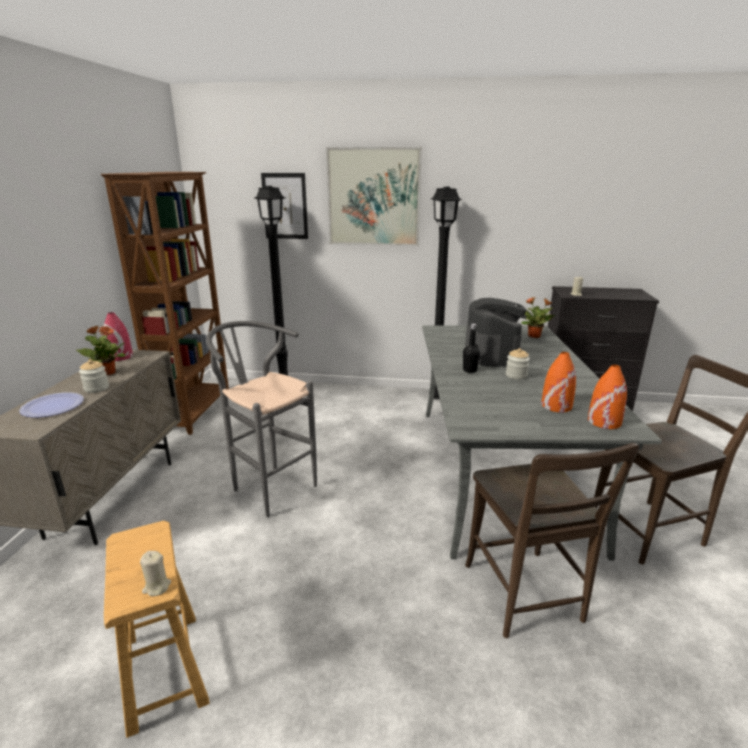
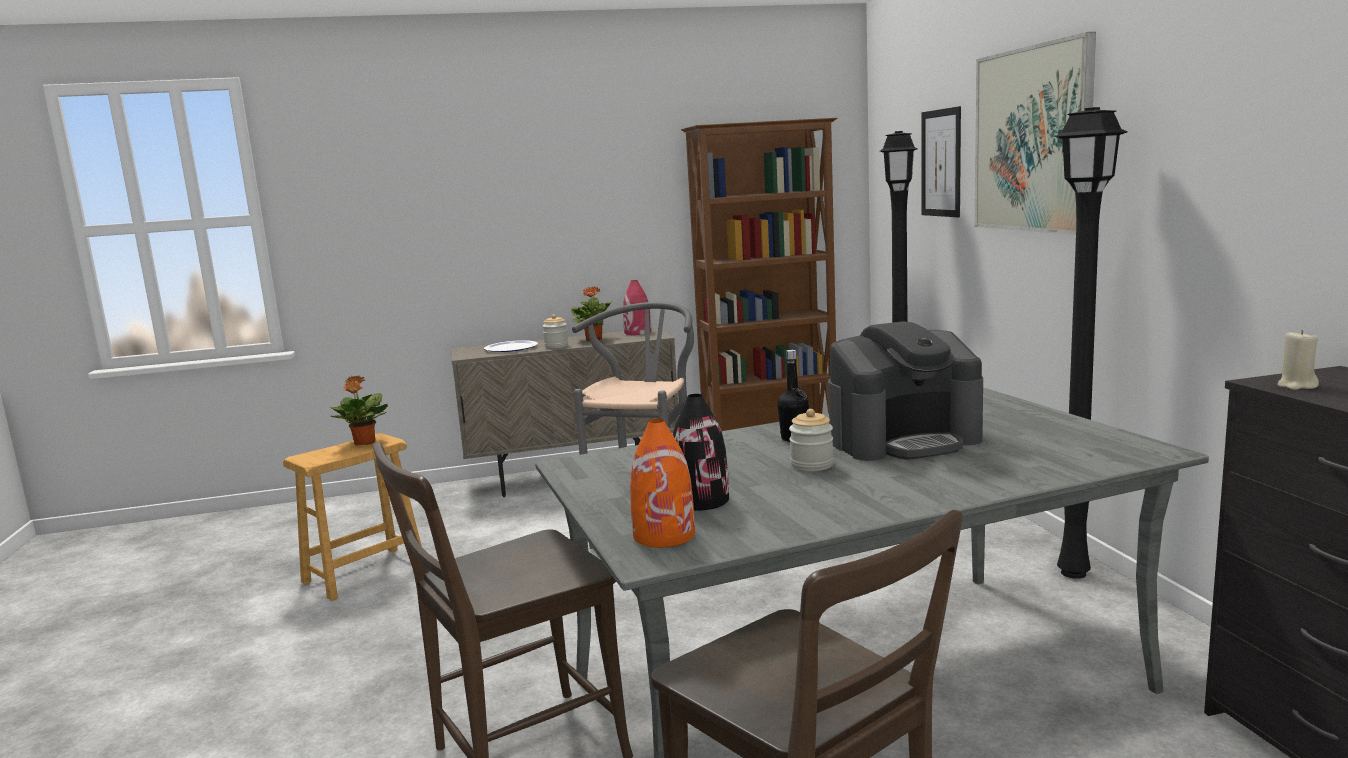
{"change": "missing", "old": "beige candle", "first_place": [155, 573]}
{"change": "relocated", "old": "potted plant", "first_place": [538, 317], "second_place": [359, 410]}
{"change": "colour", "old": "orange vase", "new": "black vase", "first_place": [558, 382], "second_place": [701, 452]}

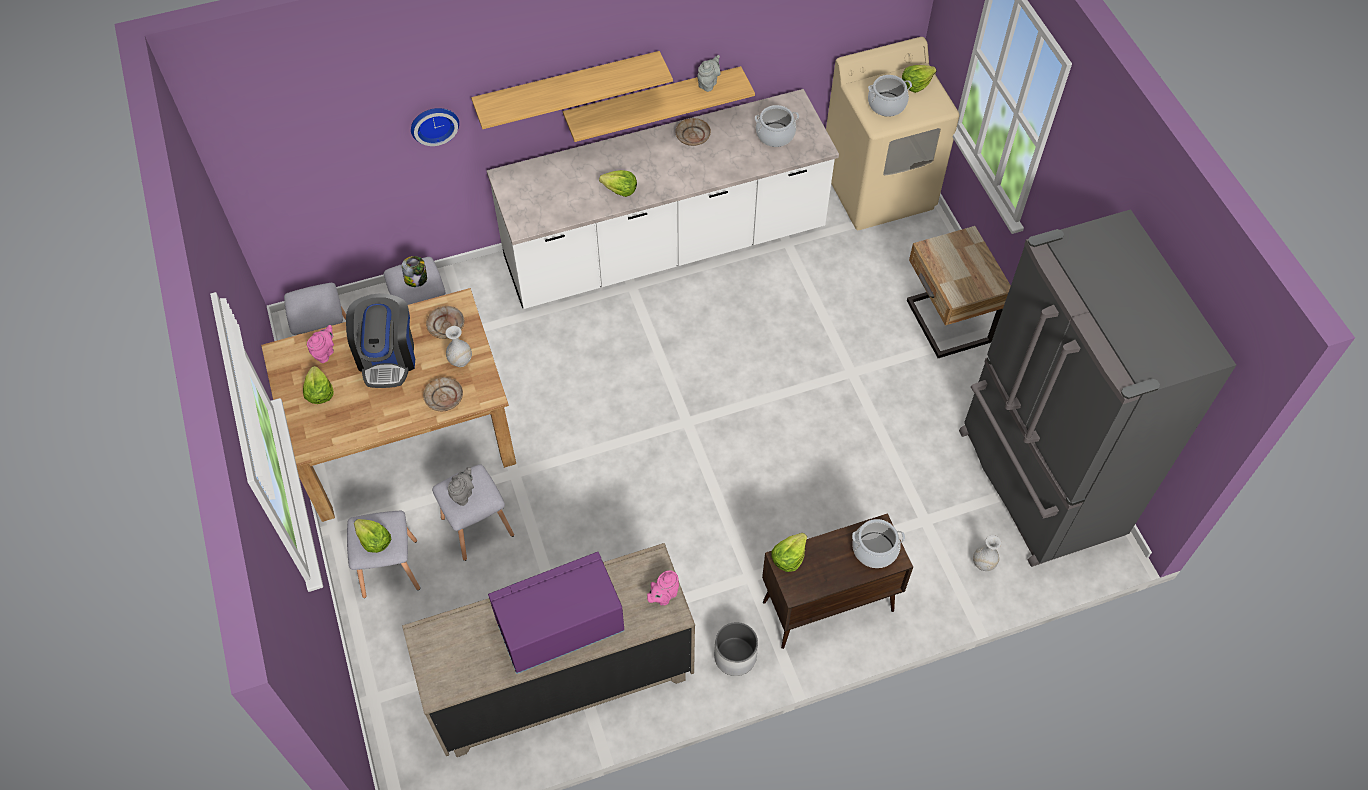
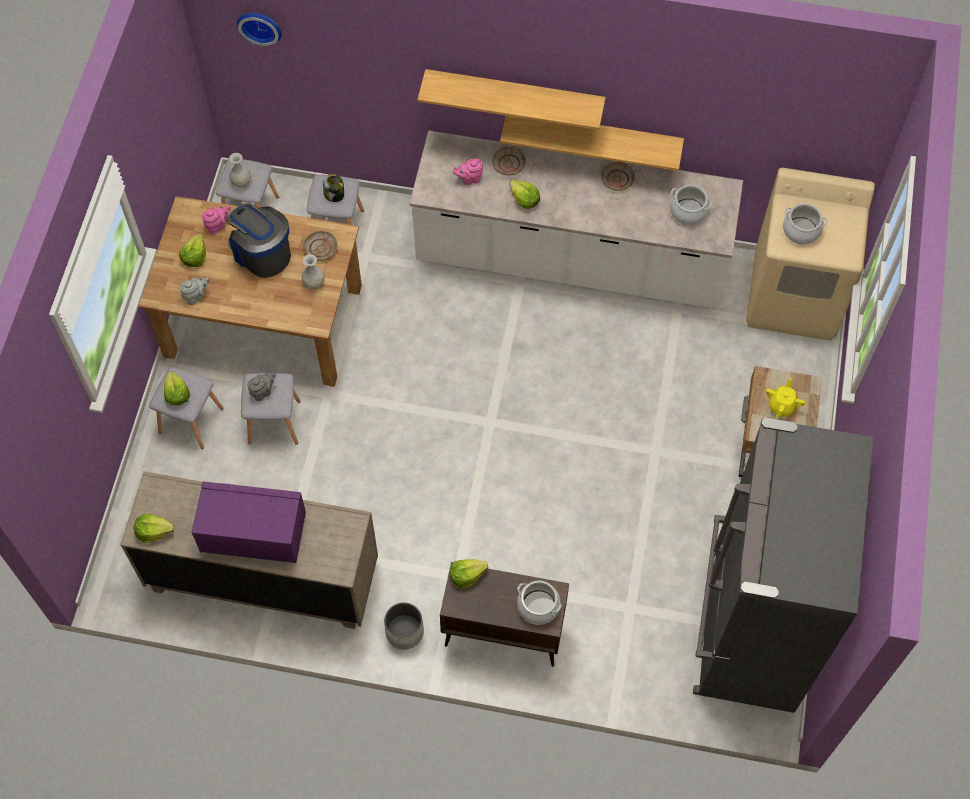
{"change": "spun", "old": "coffee machine", "first_place": [380, 340], "second_place": [258, 240], "degrees": 105}
{"change": "relocated", "old": "wall clock", "first_place": [435, 127], "second_place": [259, 29]}
{"change": "relocated", "old": "beige plate", "first_place": [443, 394], "second_place": [509, 161]}
{"change": "relocated", "old": "pink teapot", "first_place": [663, 588], "second_place": [468, 172]}
{"change": "relocated", "old": "grey teapot", "first_place": [709, 73], "second_place": [195, 291]}
{"change": "relocated", "old": "lettuce", "first_place": [919, 79], "second_place": [154, 528]}
{"change": "relocated", "old": "white vase", "first_place": [987, 553], "second_place": [240, 170]}
{"change": "appeared", "new": "yellow teapot", "second_place": [785, 398]}

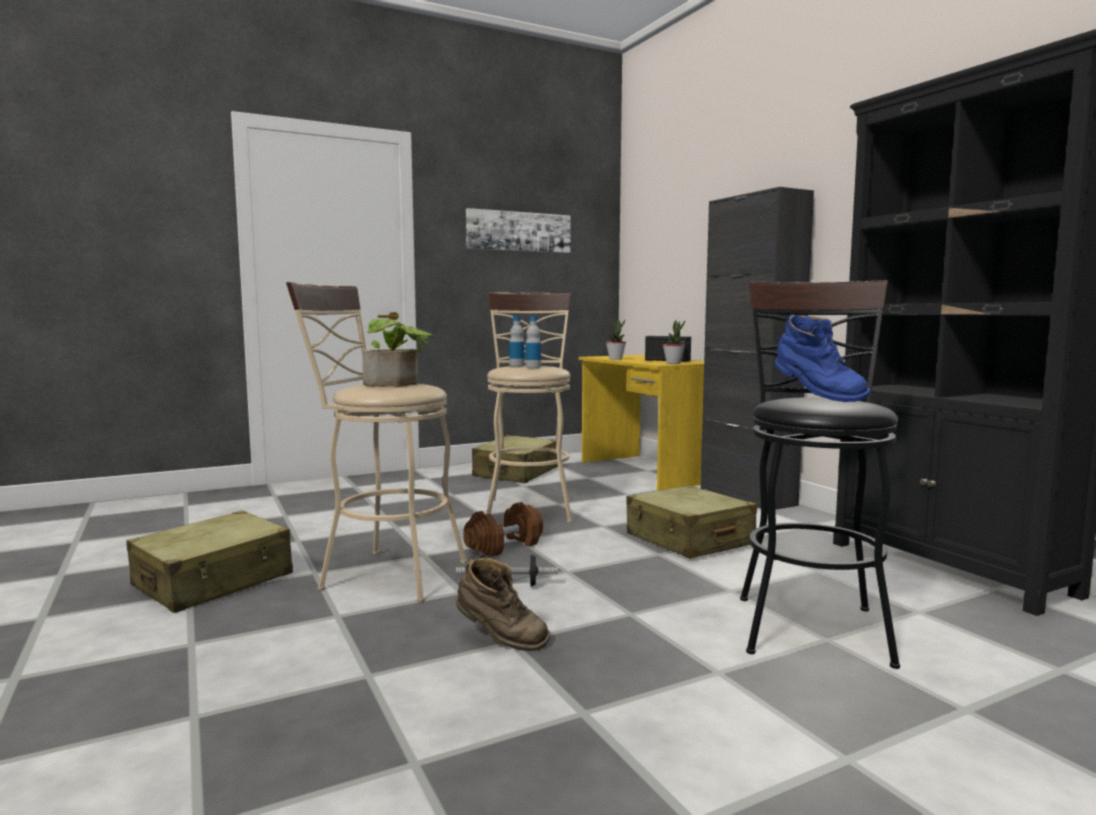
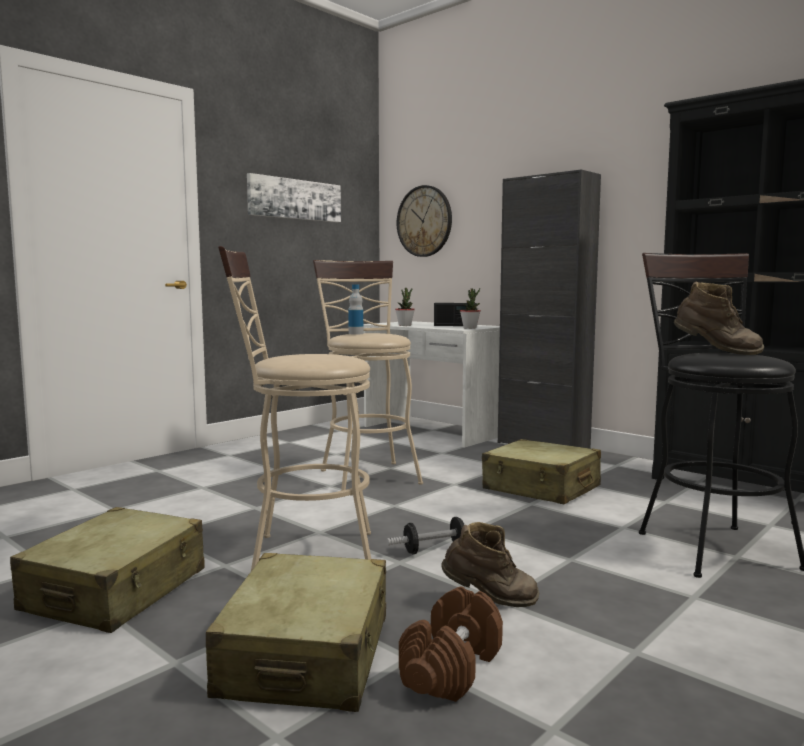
{"change": "missing", "old": "potted plant", "first_place": [398, 353]}
{"change": "relocated", "old": "brown dumbbell", "first_place": [503, 529], "second_place": [451, 644]}
{"change": "relocated", "old": "beige suitcase", "first_place": [515, 459], "second_place": [296, 632]}
{"change": "missing", "old": "bottle", "first_place": [533, 342]}
{"change": "colour", "old": "yellow desk", "new": "white desk", "first_place": [641, 423], "second_place": [431, 384]}
{"change": "colour", "old": "blue boot", "new": "brown boot", "first_place": [822, 358], "second_place": [719, 318]}
{"change": "appeared", "new": "wall clock", "second_place": [424, 221]}

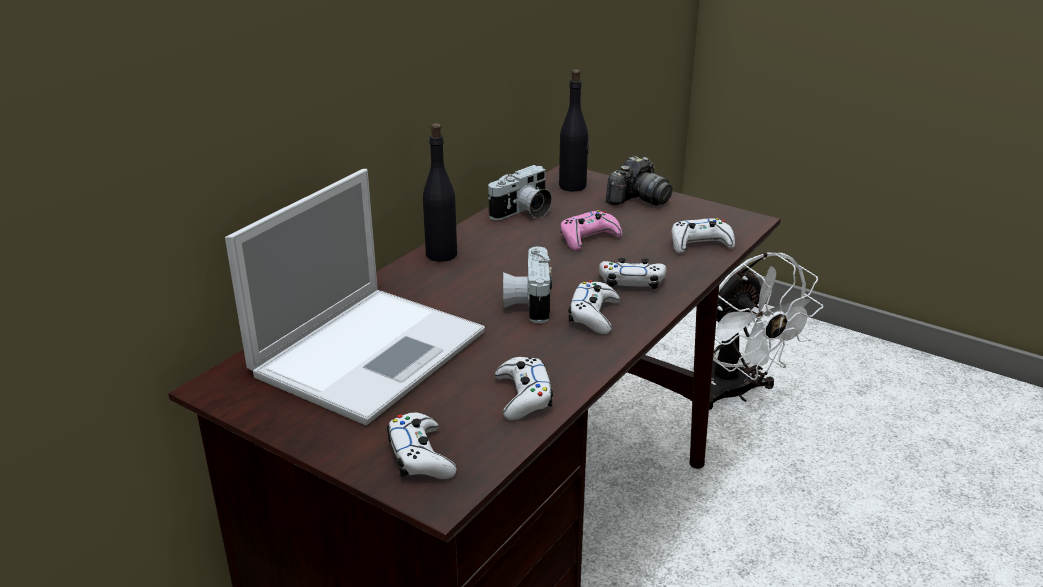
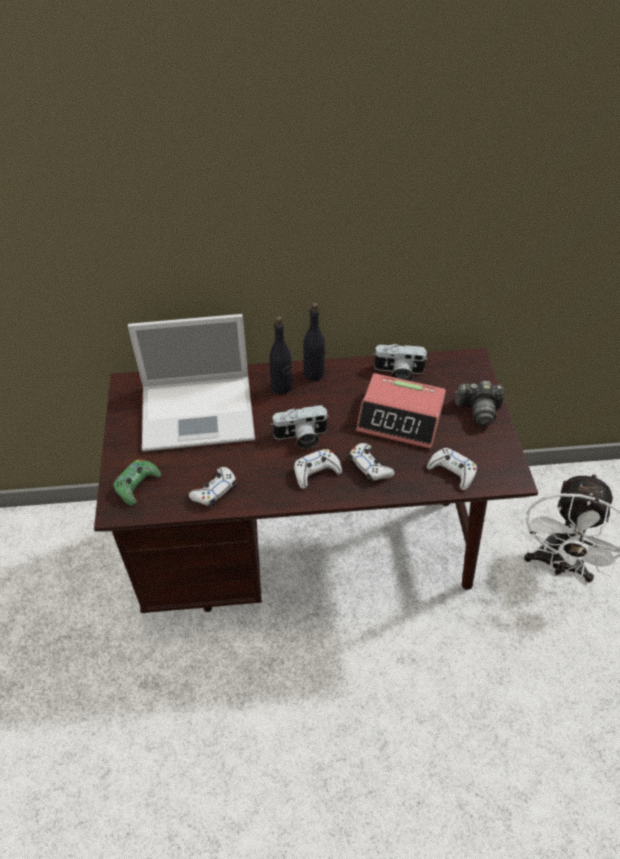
{"change": "colour", "old": "white game controller", "new": "green game controller", "first_place": [422, 445], "second_place": [137, 482]}
{"change": "spun", "old": "photo camera", "first_place": [527, 285], "second_place": [300, 427], "degrees": -150}
{"change": "relocated", "old": "black bottle", "first_place": [574, 130], "second_place": [280, 355]}
{"change": "exchanged", "old": "pink game controller", "new": "alarm clock", "first_place": [591, 230], "second_place": [401, 411]}

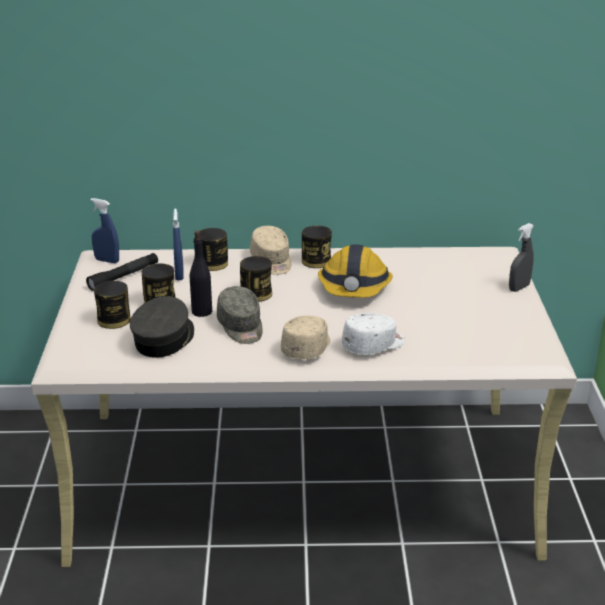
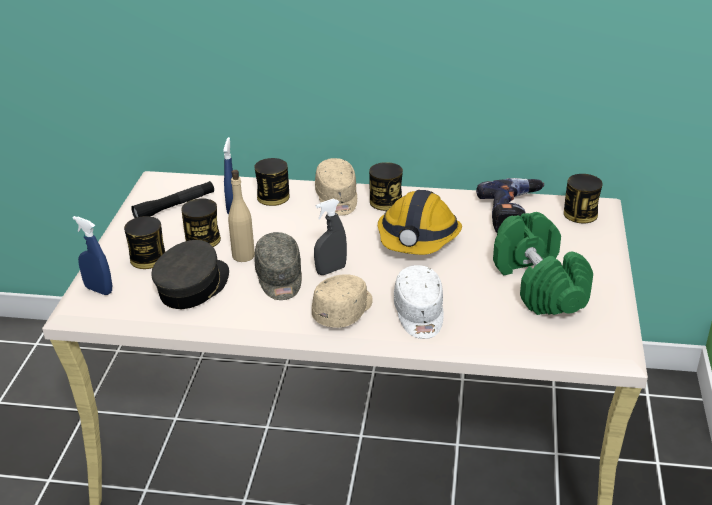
{"change": "relocated", "old": "blue spray bottle", "first_place": [104, 230], "second_place": [92, 255]}
{"change": "colour", "old": "black bottle", "new": "beige bottle", "first_place": [201, 273], "second_place": [241, 216]}
{"change": "relocated", "old": "can", "first_place": [256, 279], "second_place": [583, 198]}
{"change": "spun", "old": "white cap", "first_place": [373, 334], "second_place": [419, 302], "degrees": 105}
{"change": "relocated", "old": "grey spray bottle", "first_place": [521, 257], "second_place": [330, 237]}
{"change": "appeared", "new": "power drill", "second_place": [510, 205]}
{"change": "appeared", "new": "green dumbbell", "second_place": [543, 263]}

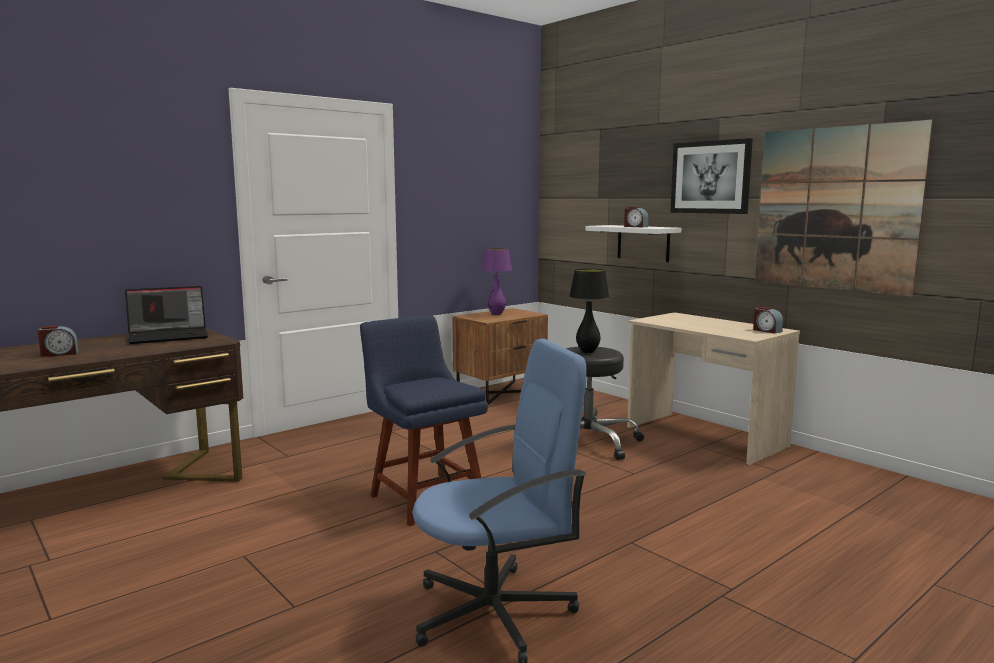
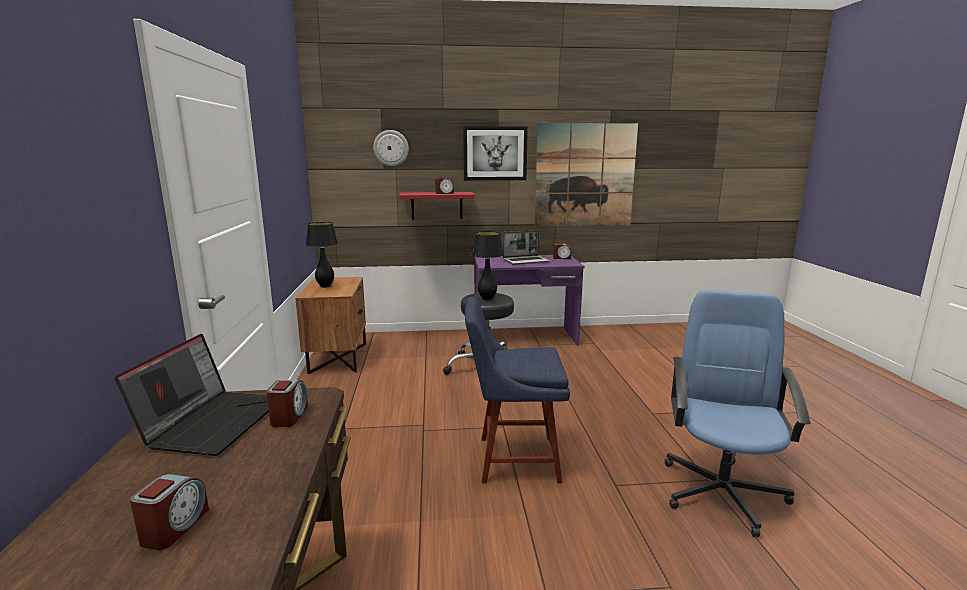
{"change": "colour", "old": "purple table lamp", "new": "black table lamp", "first_place": [496, 281], "second_place": [322, 254]}
{"change": "colour", "old": "white shelf", "new": "red shelf", "first_place": [633, 243], "second_place": [437, 206]}
{"change": "colour", "old": "beige desk", "new": "purple desk", "first_place": [713, 388], "second_place": [529, 300]}
{"change": "appeared", "new": "alarm clock", "second_place": [287, 403]}
{"change": "appeared", "new": "wall clock", "second_place": [391, 148]}
{"change": "appeared", "new": "laptop", "second_place": [526, 247]}

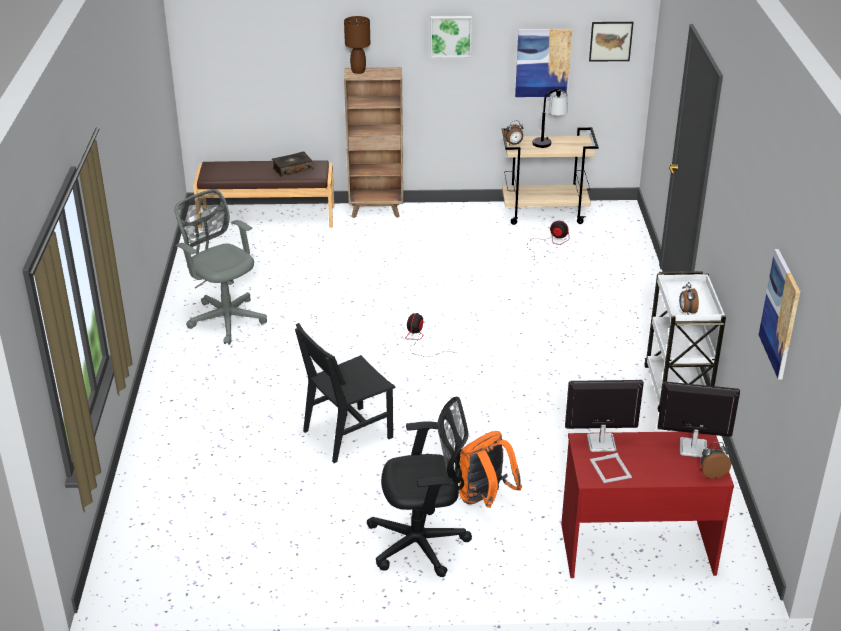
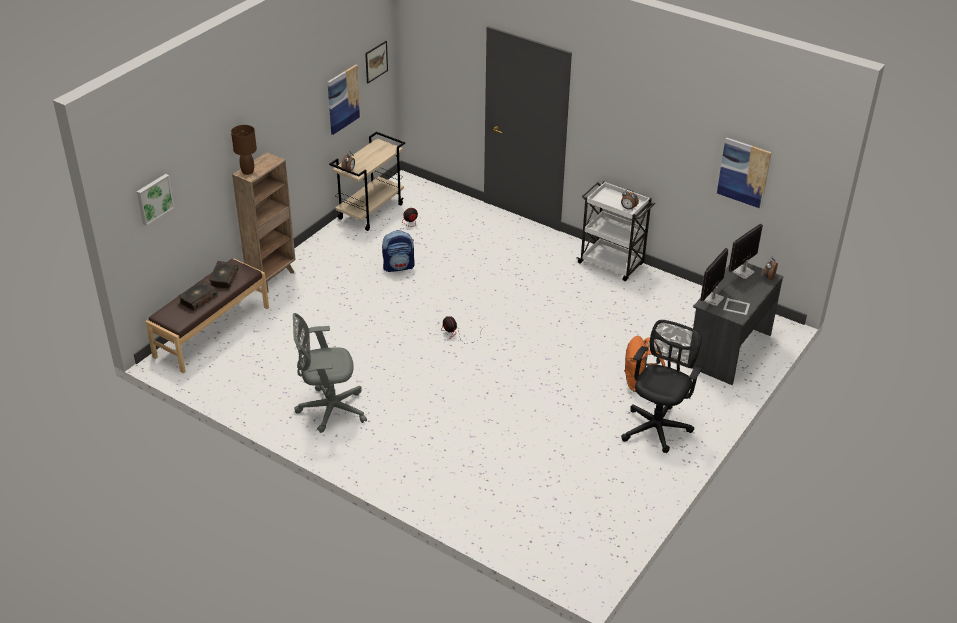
{"change": "missing", "old": "black chair", "first_place": [345, 393]}
{"change": "relocated", "old": "picture", "first_place": [451, 36], "second_place": [156, 200]}
{"change": "missing", "old": "table lamp", "first_place": [550, 118]}
{"change": "colour", "old": "red desk", "new": "grey desk", "first_place": [647, 504], "second_place": [737, 324]}
{"change": "appeared", "new": "book", "second_place": [198, 295]}
{"change": "appeared", "new": "backpack", "second_place": [398, 251]}

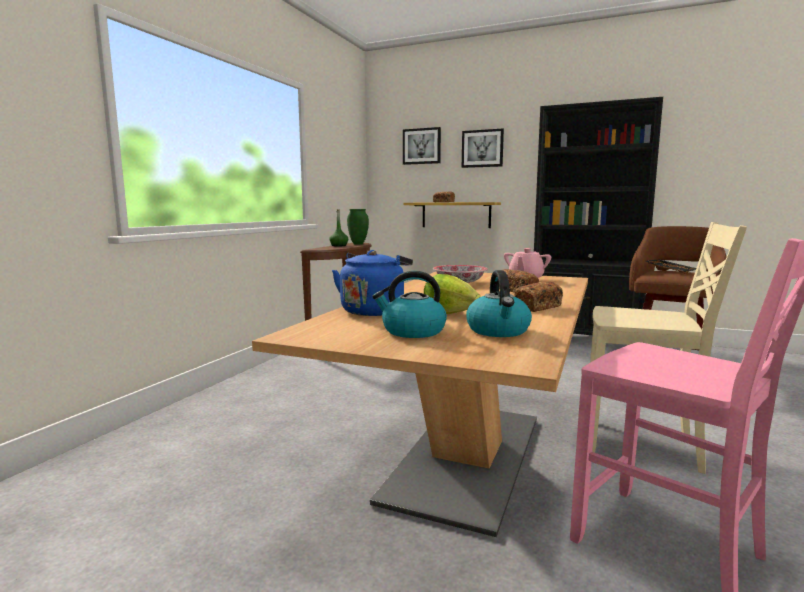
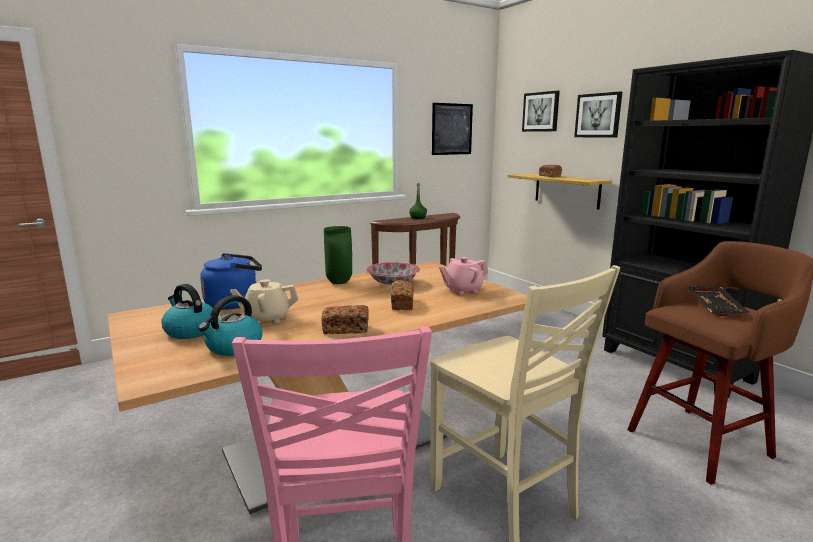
{"change": "relocated", "old": "green vase", "first_place": [358, 227], "second_place": [338, 255]}
{"change": "exchanged", "old": "lettuce", "new": "beige teapot", "first_place": [452, 294], "second_place": [264, 301]}
{"change": "appeared", "new": "picture", "second_place": [452, 129]}

